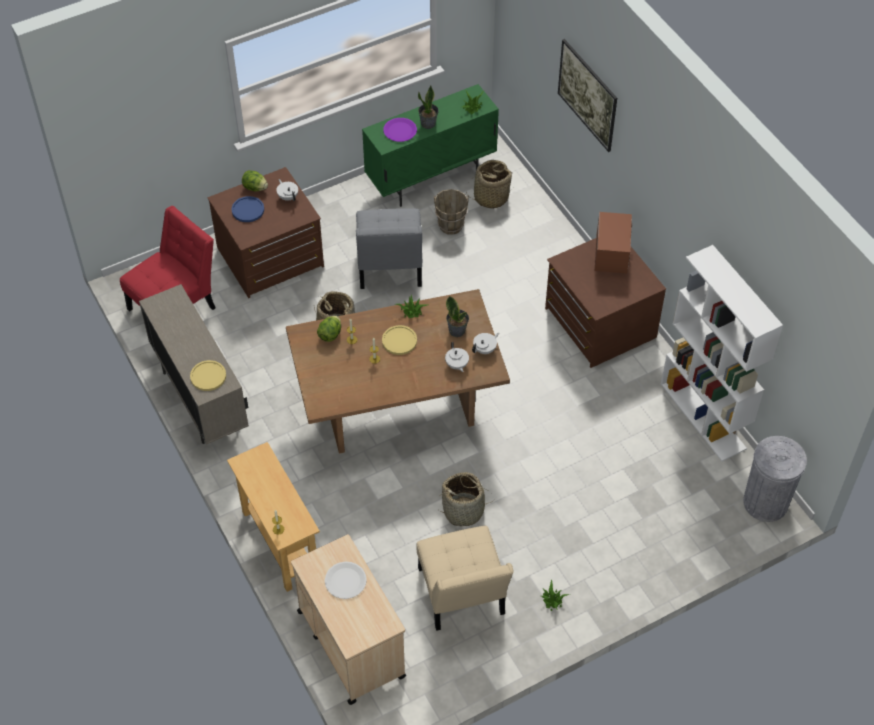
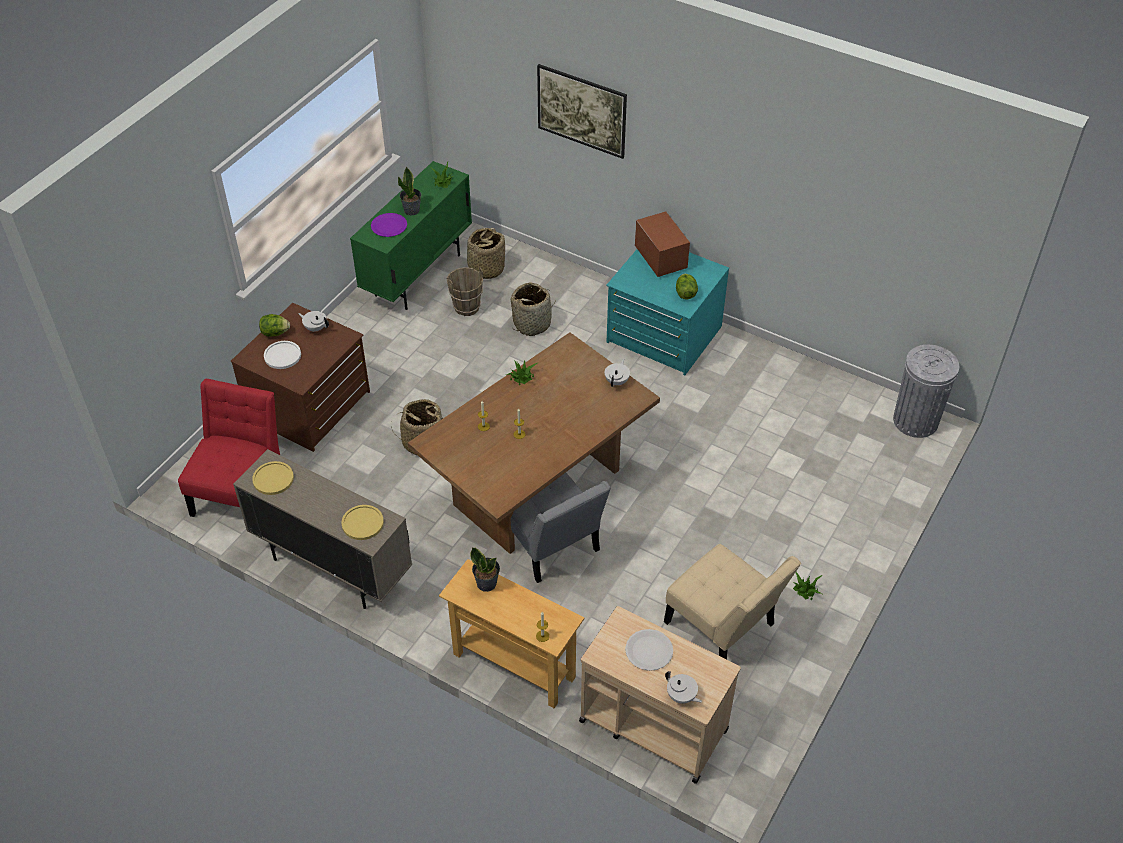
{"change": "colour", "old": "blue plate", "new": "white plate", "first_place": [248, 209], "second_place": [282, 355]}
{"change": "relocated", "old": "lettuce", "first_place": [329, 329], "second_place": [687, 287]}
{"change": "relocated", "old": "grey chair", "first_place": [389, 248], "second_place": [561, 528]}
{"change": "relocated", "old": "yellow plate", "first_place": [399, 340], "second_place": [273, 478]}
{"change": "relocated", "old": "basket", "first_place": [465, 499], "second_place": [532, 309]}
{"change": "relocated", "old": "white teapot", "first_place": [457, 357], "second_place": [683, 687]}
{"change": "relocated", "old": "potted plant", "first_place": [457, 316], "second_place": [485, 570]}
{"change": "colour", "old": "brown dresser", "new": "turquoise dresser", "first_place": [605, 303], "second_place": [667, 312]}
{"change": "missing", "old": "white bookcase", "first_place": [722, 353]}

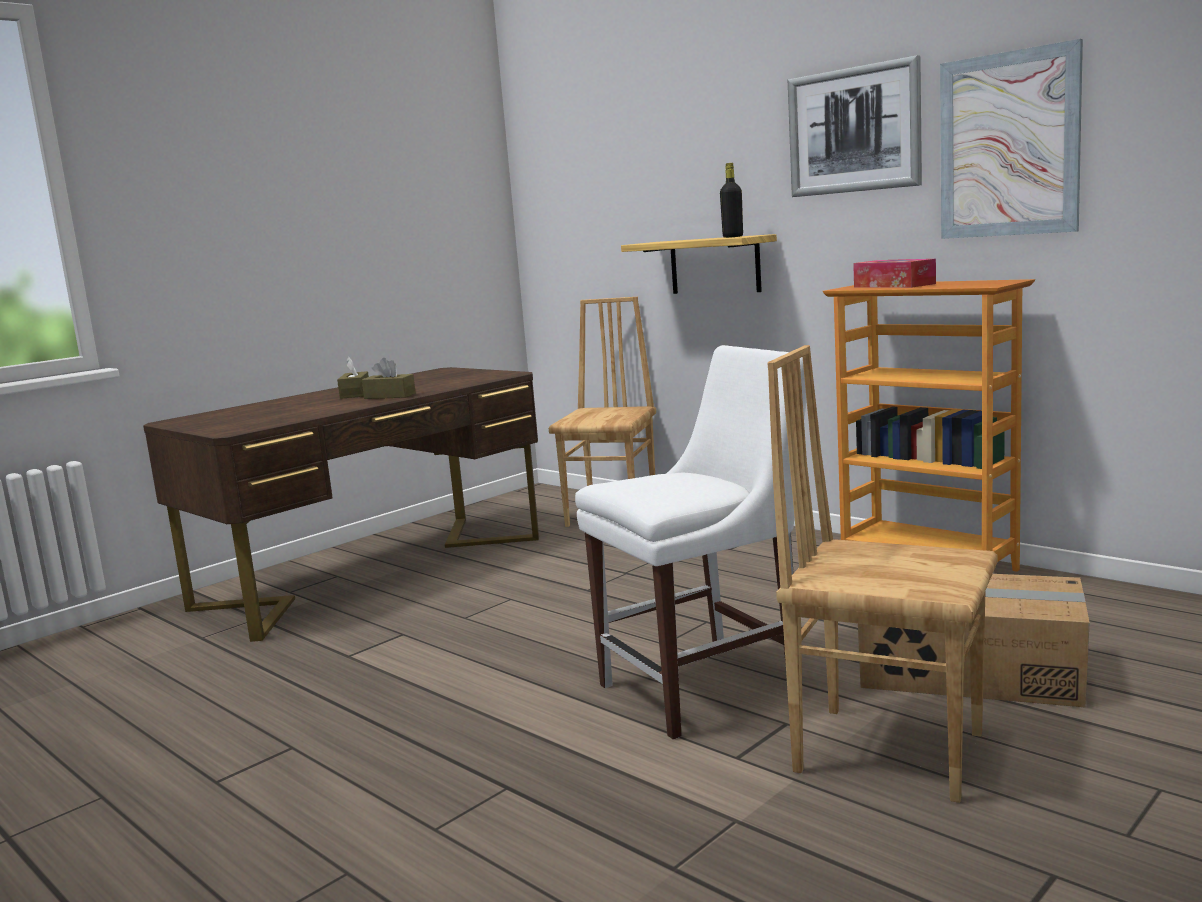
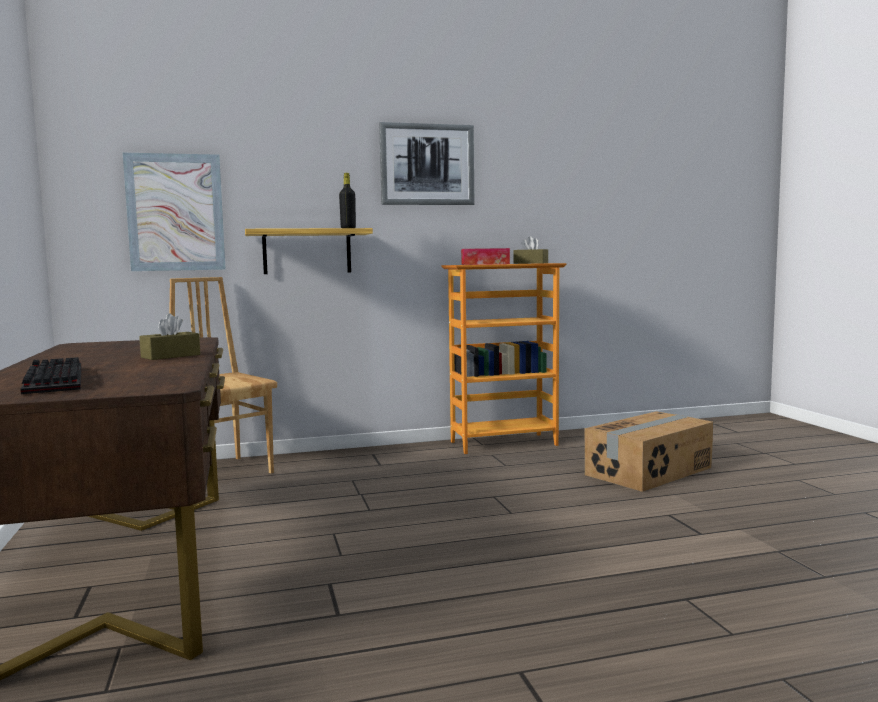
{"change": "relocated", "old": "brown tissue box", "first_place": [353, 378], "second_place": [530, 250]}
{"change": "missing", "old": "white chair", "first_place": [691, 542]}
{"change": "missing", "old": "brown chair", "first_place": [882, 574]}
{"change": "relocated", "old": "picture", "first_place": [1011, 139], "second_place": [174, 212]}
{"change": "appeared", "new": "keyboard", "second_place": [51, 375]}

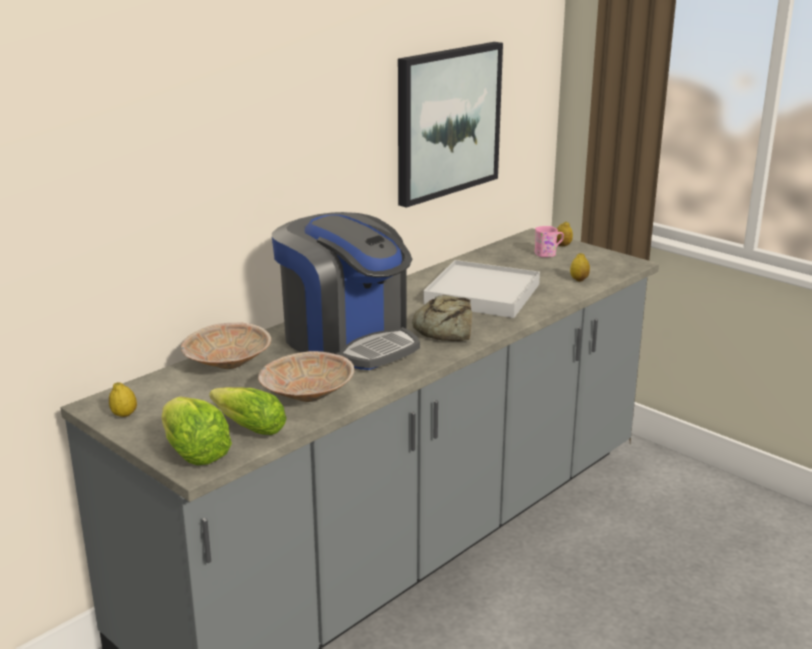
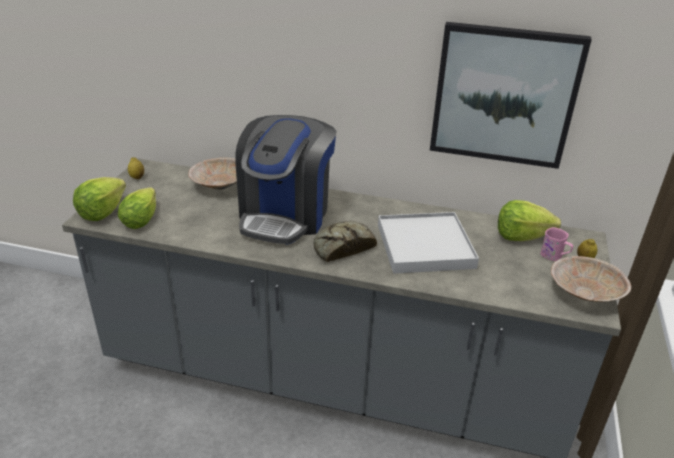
{"change": "relocated", "old": "beige bowl", "first_place": [306, 376], "second_place": [591, 279]}
{"change": "missing", "old": "lemon", "first_place": [580, 267]}
{"change": "appeared", "new": "lettuce", "second_place": [529, 220]}

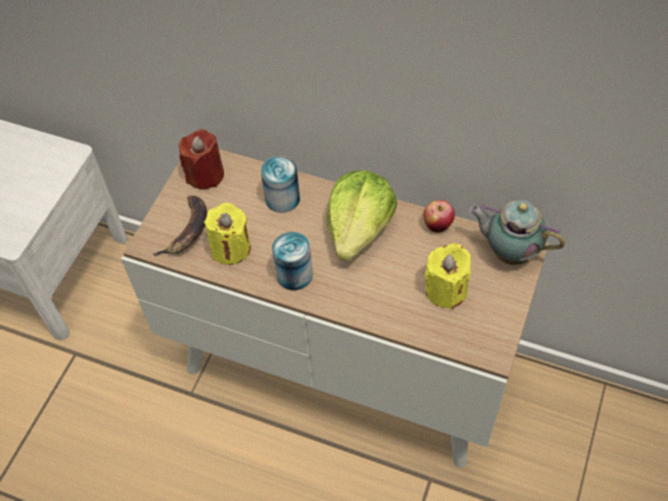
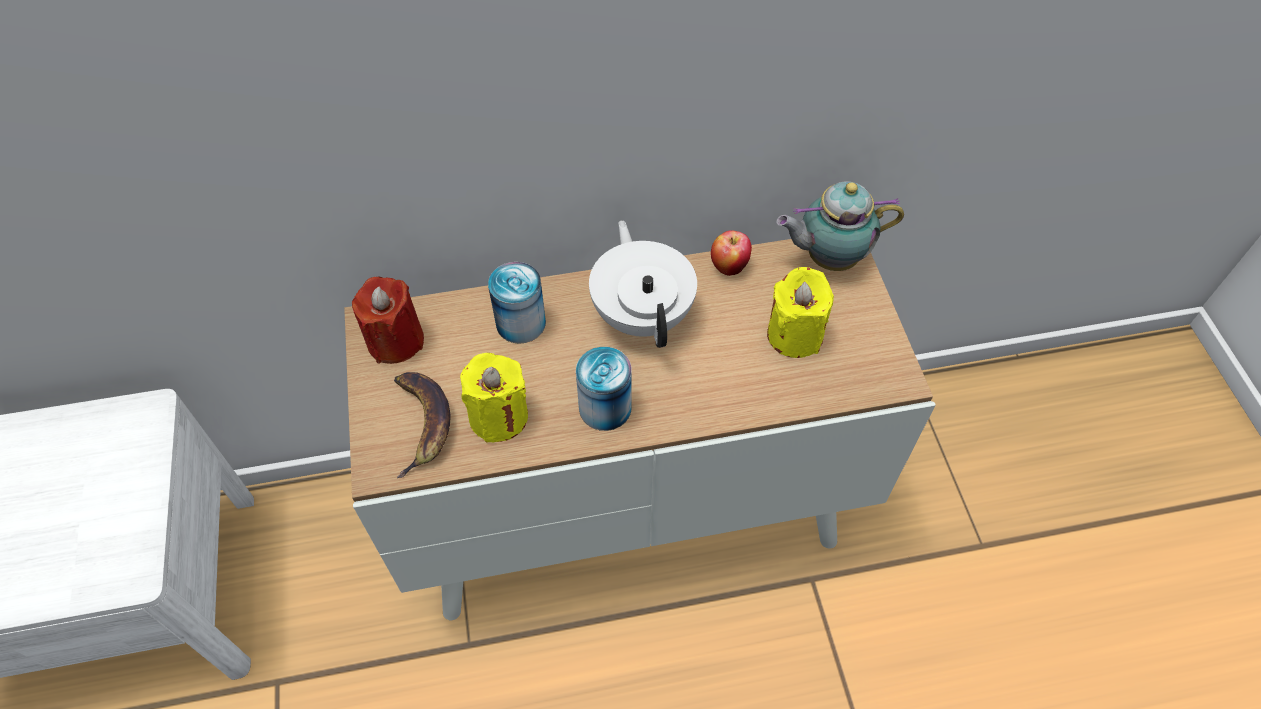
{"change": "exchanged", "old": "lettuce", "new": "white teapot", "first_place": [362, 216], "second_place": [643, 284]}

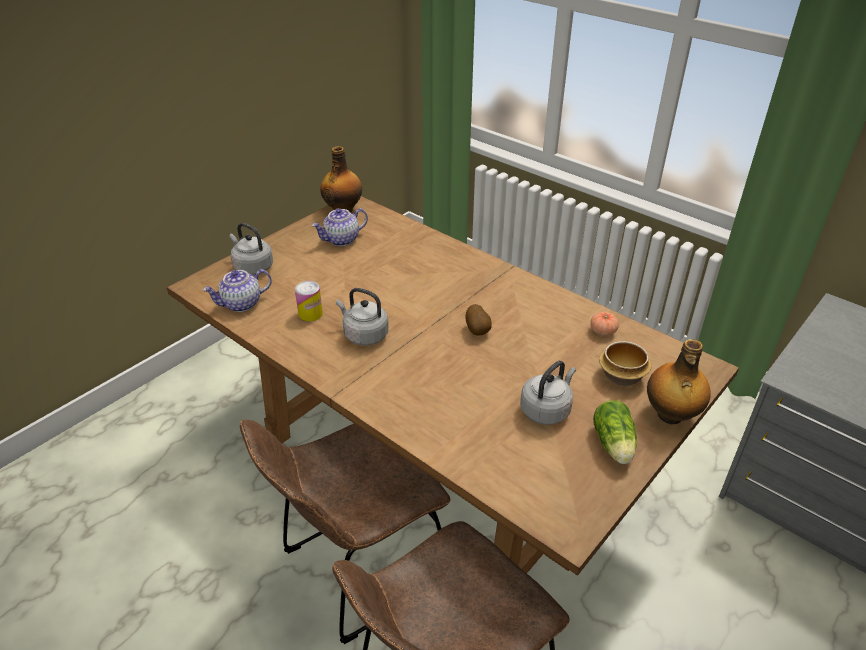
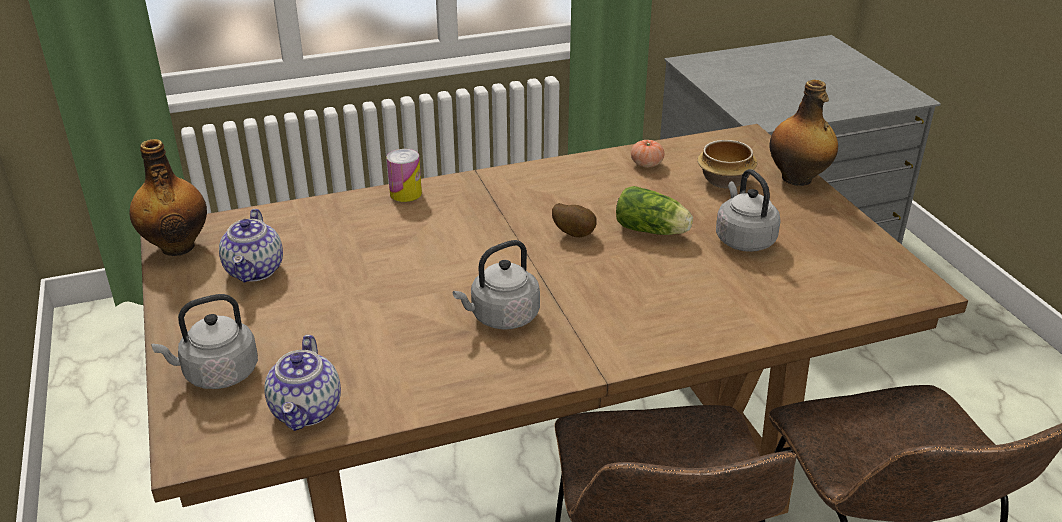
{"change": "relocated", "old": "can", "first_place": [309, 301], "second_place": [404, 175]}
{"change": "relocated", "old": "lettuce", "first_place": [615, 432], "second_place": [654, 210]}

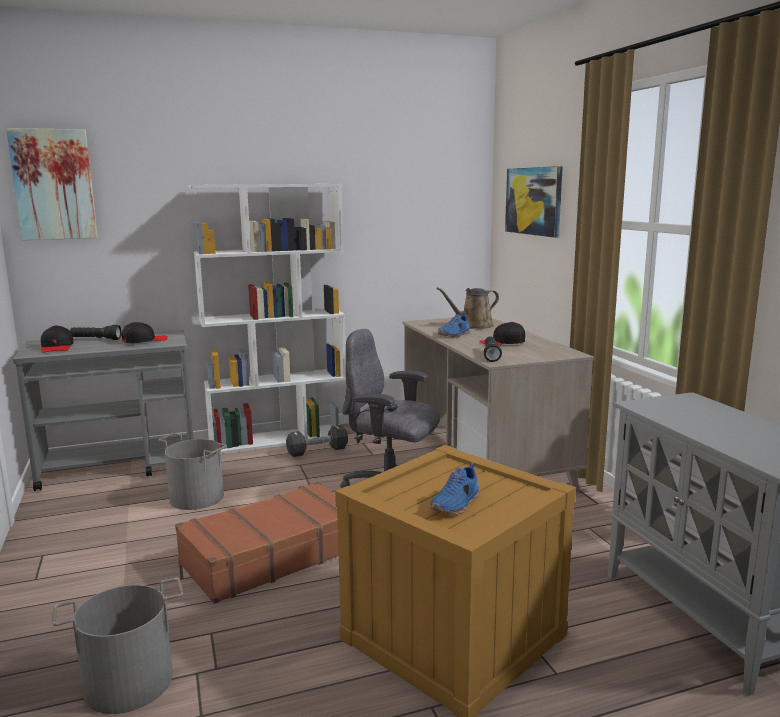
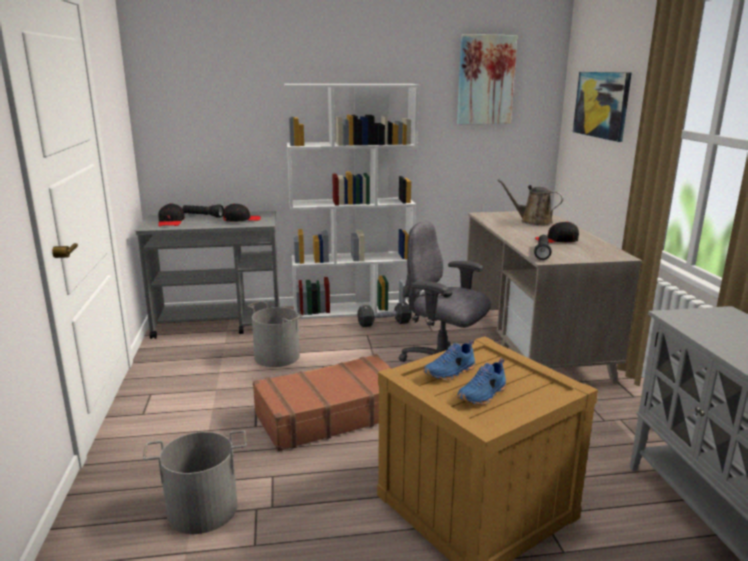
{"change": "relocated", "old": "picture", "first_place": [52, 184], "second_place": [487, 79]}
{"change": "spun", "old": "brown watering can", "first_place": [467, 308], "second_place": [530, 202], "degrees": 45}
{"change": "relocated", "old": "blue shoe", "first_place": [454, 325], "second_place": [449, 360]}

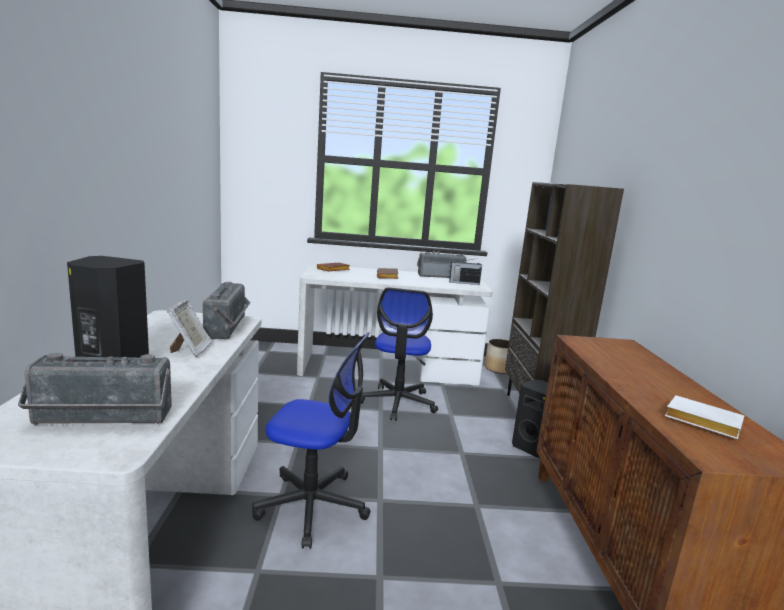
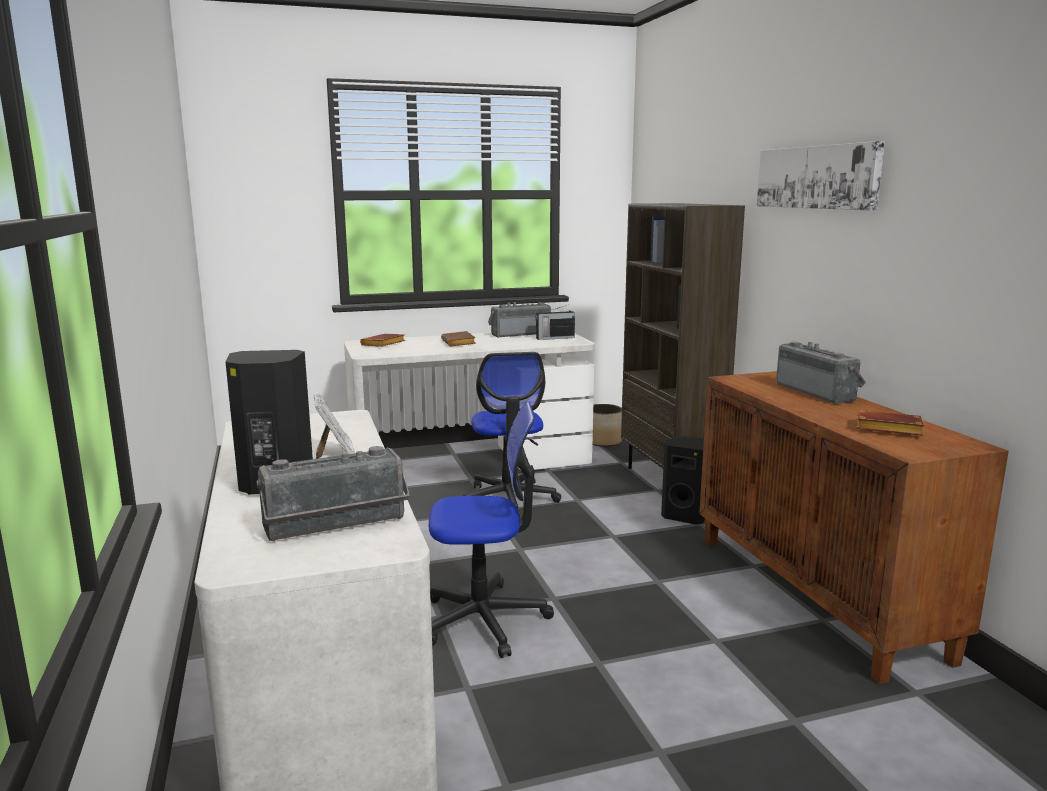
{"change": "relocated", "old": "radio", "first_place": [227, 310], "second_place": [821, 373]}
{"change": "colour", "old": "white book", "new": "brown book", "first_place": [704, 417], "second_place": [890, 423]}
{"change": "appeared", "new": "picture", "second_place": [821, 176]}

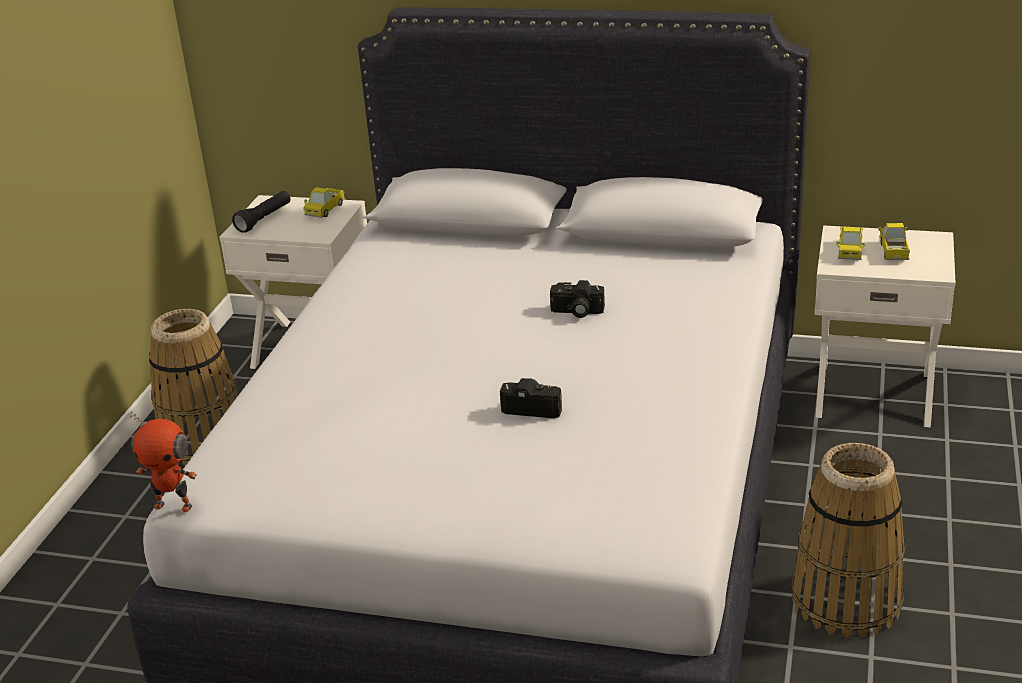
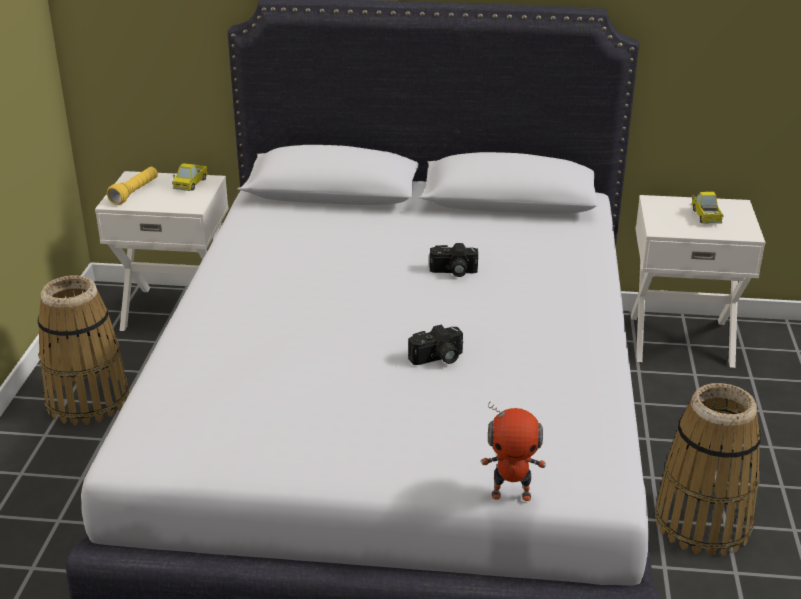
{"change": "relocated", "old": "toy robot", "first_place": [163, 461], "second_place": [513, 451]}
{"change": "colour", "old": "black flashlight", "new": "yellow flashlight", "first_place": [261, 212], "second_place": [132, 186]}
{"change": "spun", "old": "photo camera", "first_place": [531, 398], "second_place": [435, 345], "degrees": 150}
{"change": "missing", "old": "toy truck", "first_place": [851, 243]}

